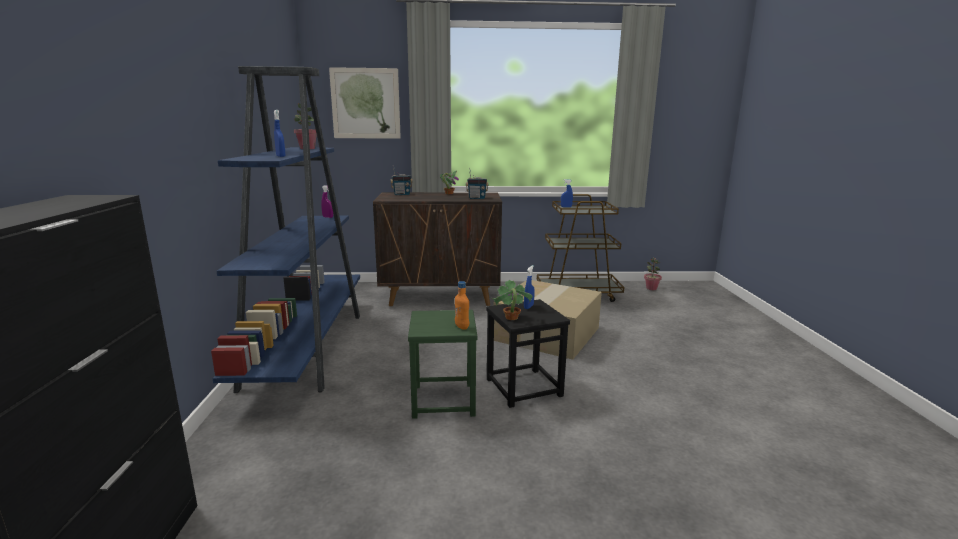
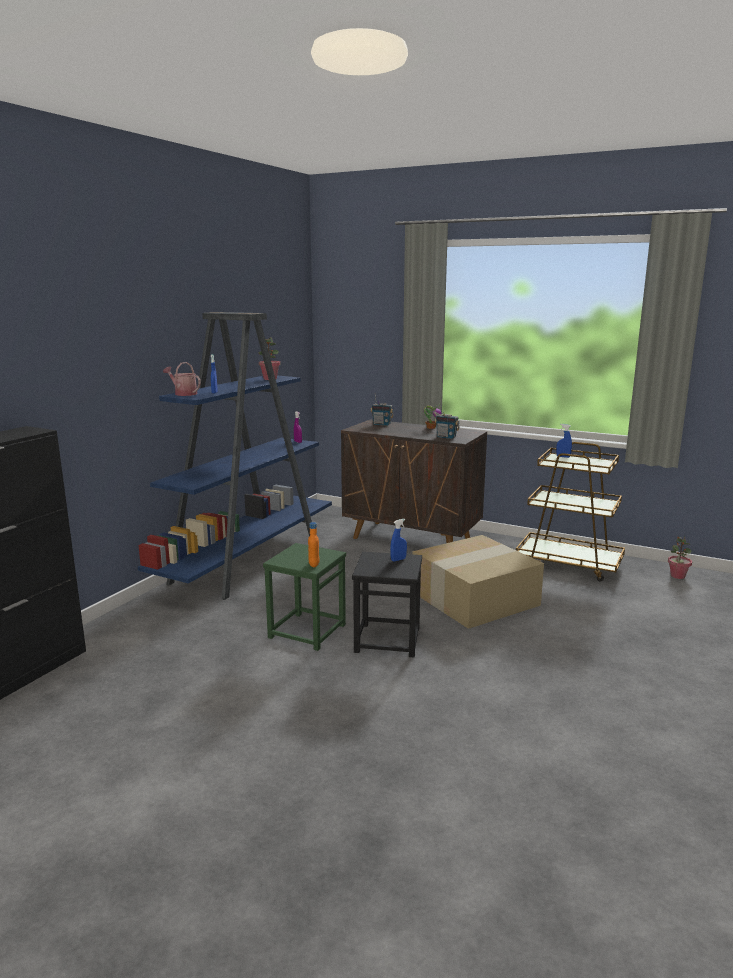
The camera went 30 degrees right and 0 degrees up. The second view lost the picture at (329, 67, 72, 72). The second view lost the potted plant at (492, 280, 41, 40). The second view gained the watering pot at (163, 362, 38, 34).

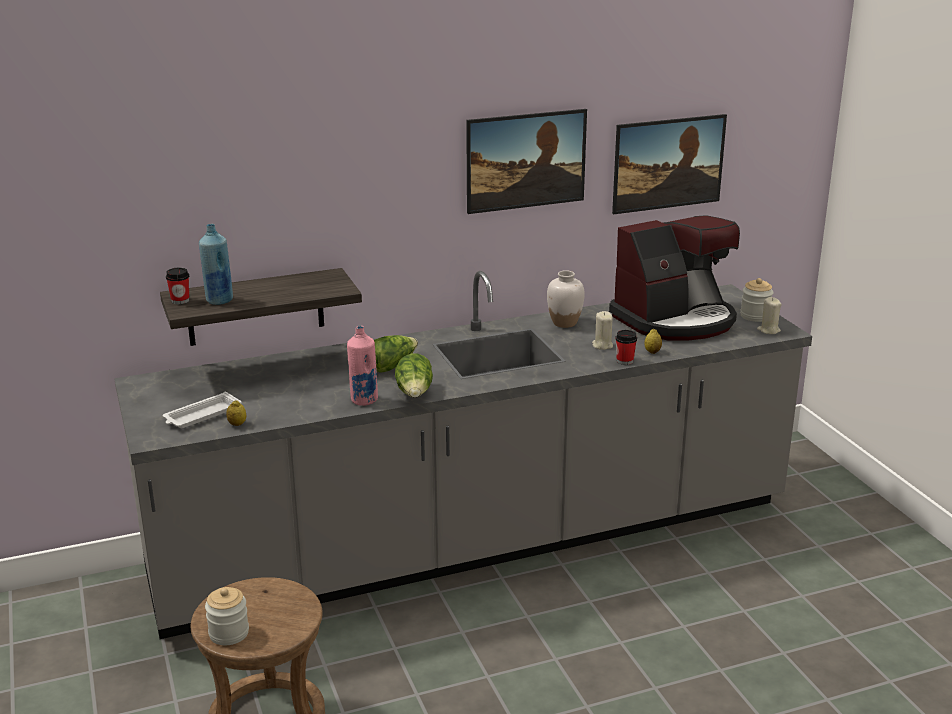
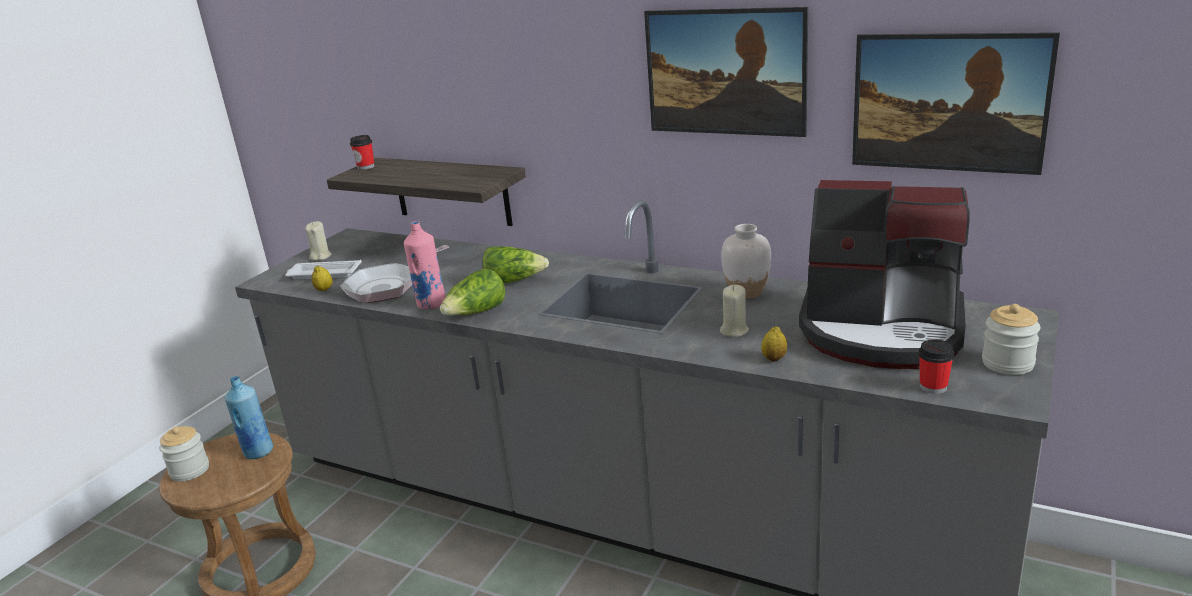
The camera went 50 degrees right and 0 degrees up. The beverage bottle (blue) ended up elsewhere, having gone from (199, 224, 34, 81) to (225, 376, 48, 83). The drinking cup ended up elsewhere, having gone from (615, 330, 22, 35) to (918, 340, 36, 54). The wax candle (sand-coloured) ended up elsewhere, having gone from (757, 297, 25, 37) to (306, 221, 26, 40). The second view gained the frying pan at (340, 245, 109, 58).

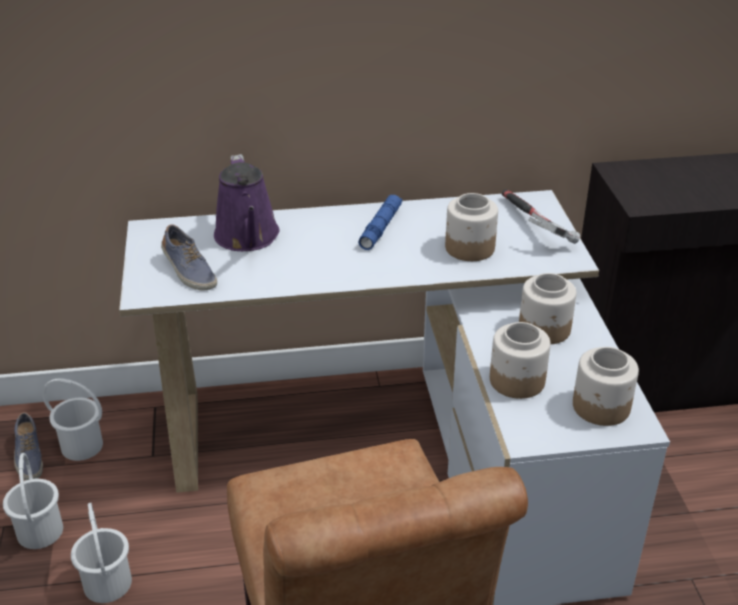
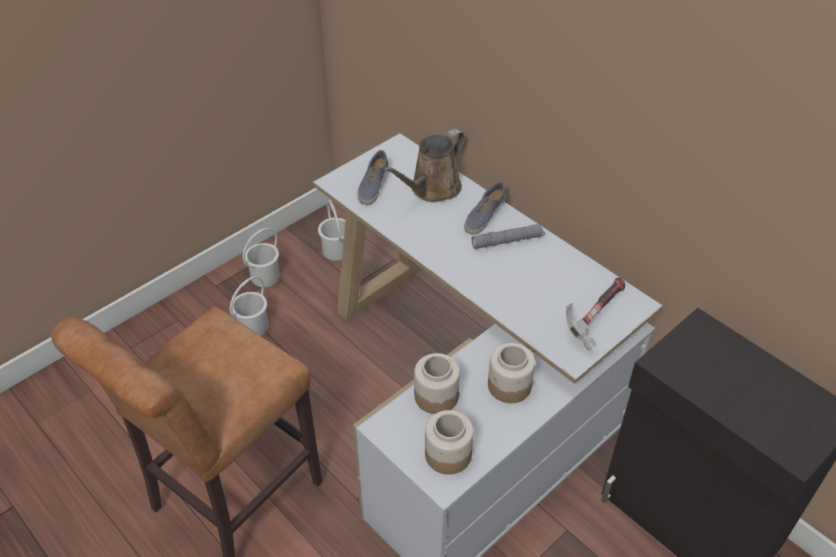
The camera went 55 degrees right and 10 degrees up. The low shoe ended up elsewhere, having gone from (14, 412, 29, 68) to (464, 182, 43, 53). What was the watering pot (purplish) at (214, 154, 66, 97) turned into the watering pot (brown-coloured) at (383, 129, 82, 73). What was the flashlight (blue) at (358, 195, 44, 55) turned into the flashlight (gray) at (471, 224, 74, 25). The second view lost the storage jar at (445, 193, 53, 68).

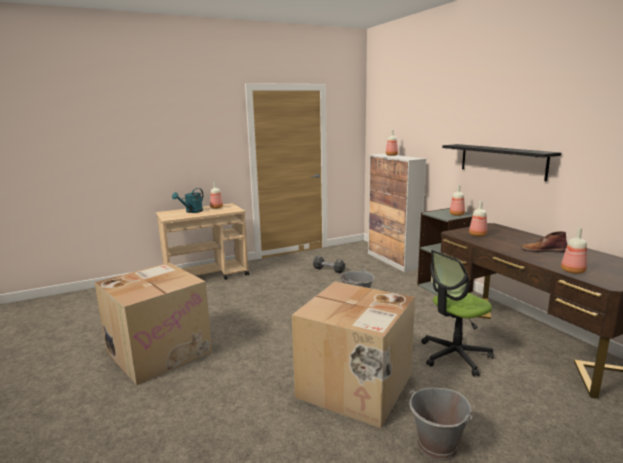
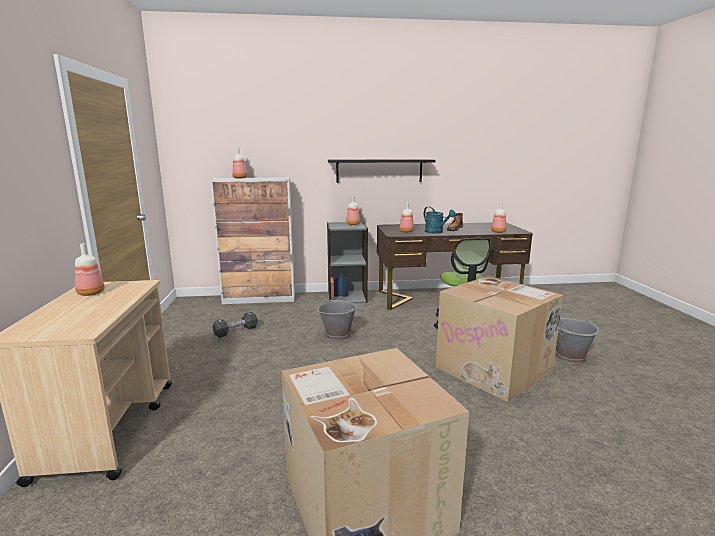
The camera went 70 degrees left and 0 degrees up. The watering pot (blue-green) ended up elsewhere, having gone from (172, 188, 31, 25) to (424, 207, 32, 27).

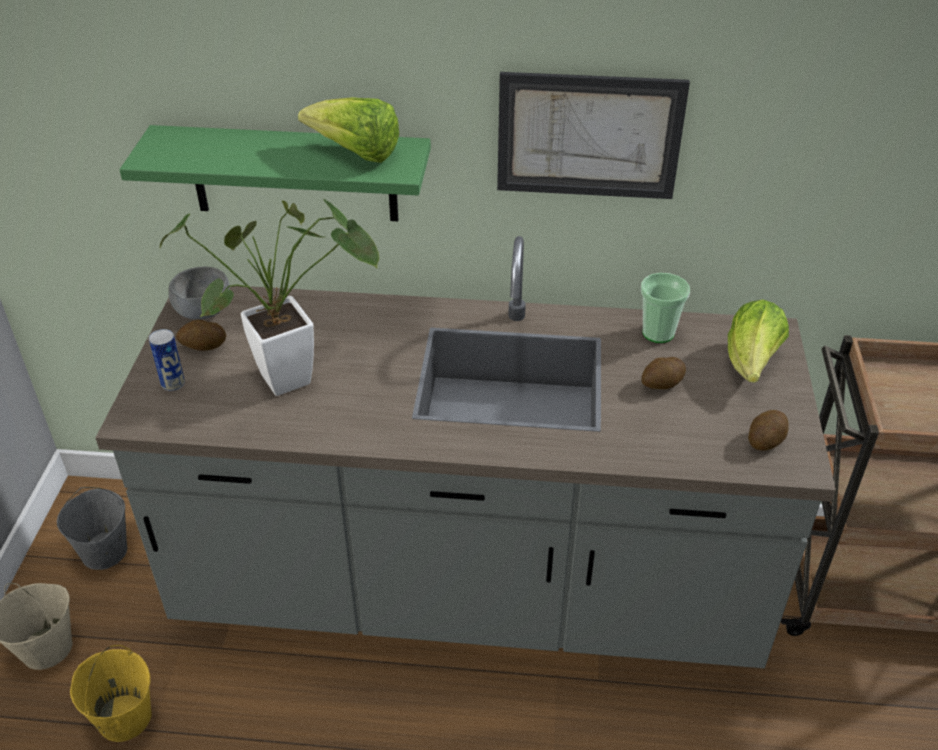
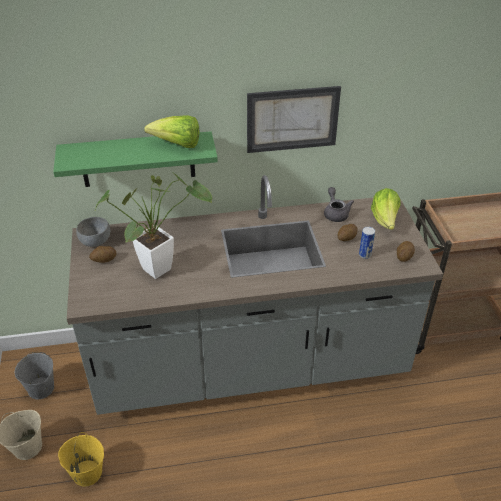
The camera went 15 degrees left and 0 degrees up. The can ended up elsewhere, having gone from (149, 329, 36, 62) to (359, 227, 16, 32). Where the drinking cup stood at (641, 273, 49, 70), the teapot (gray) came to stand at (324, 187, 30, 35).

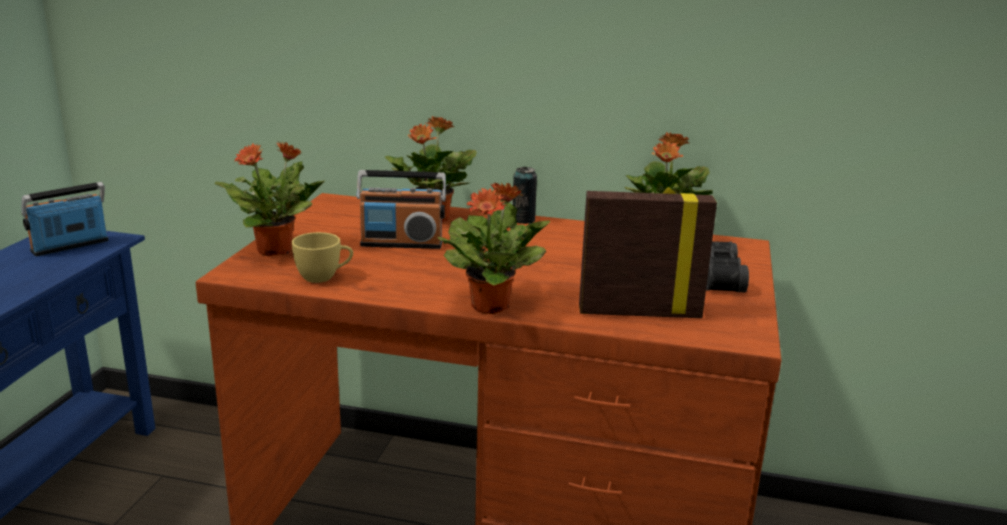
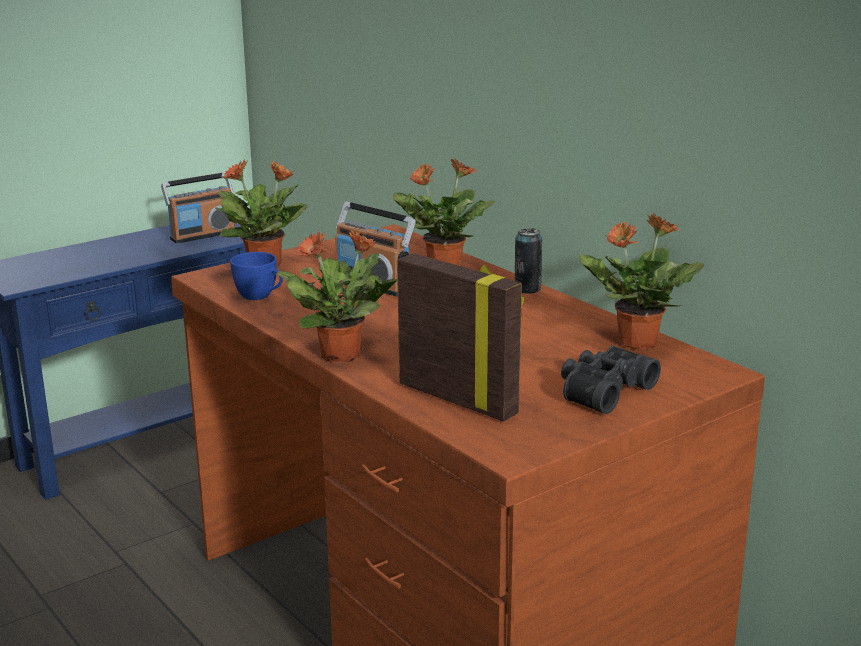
The camera went 40 degrees right and 0 degrees up. The radio receiver at (21, 182, 88, 74) ended up facing another way, 150 degrees clockwise from before. What was the drinking cup (yellow) at (292, 232, 61, 51) turned into the drinking cup (blue) at (230, 252, 53, 48).

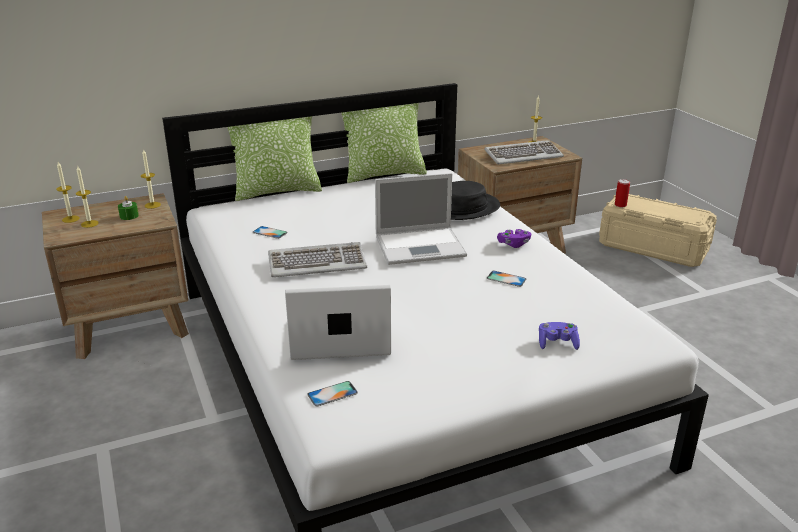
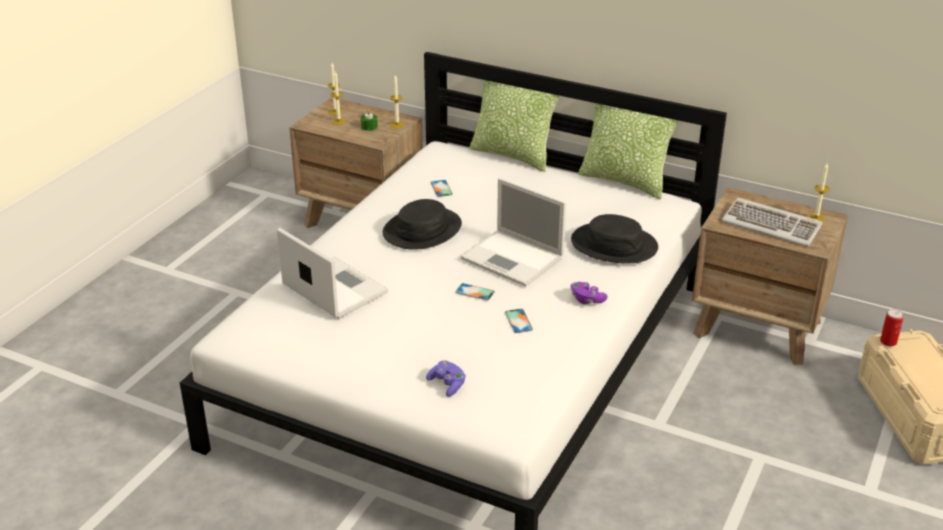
The camera went 50 degrees right and 5 degrees up. Where the PC keyboard stood at (268, 242, 99, 35), the wearable hat (black-coloured) came to stand at (383, 199, 79, 51). The telephone ended up elsewhere, having gone from (307, 381, 51, 25) to (456, 283, 39, 18).

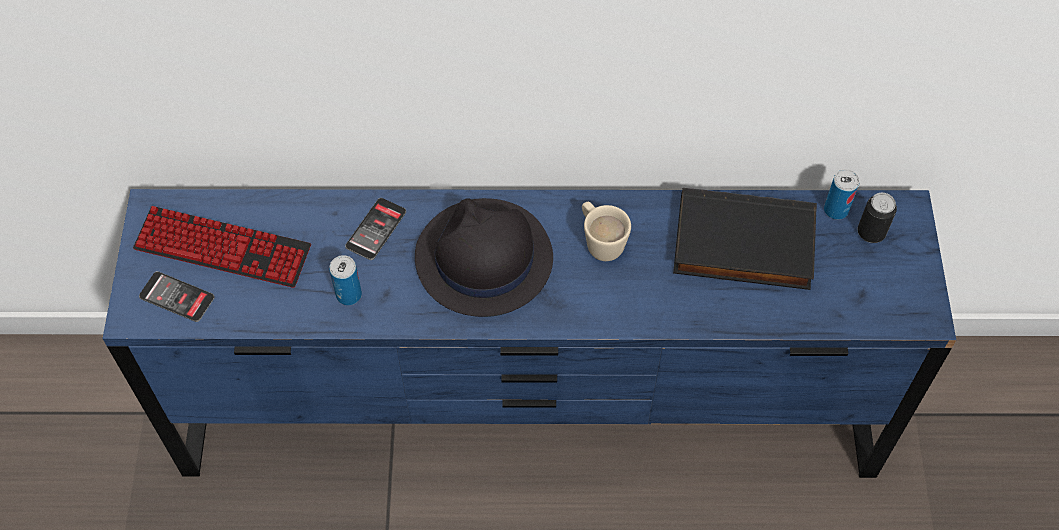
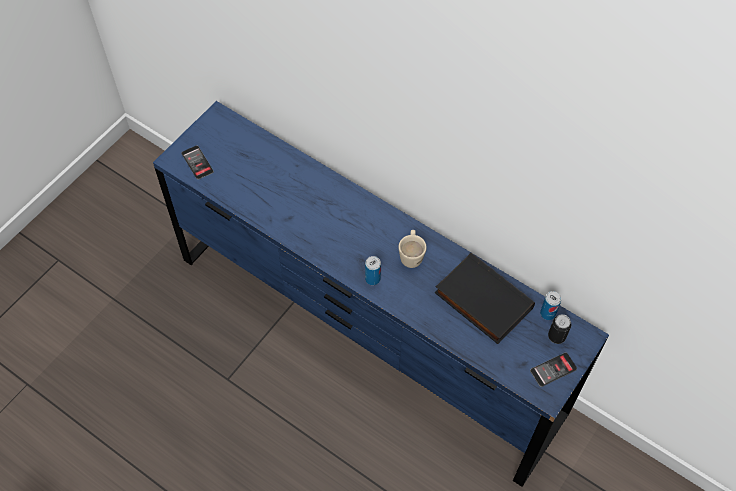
The camera went 35 degrees right and 0 degrees up. The second view lost the PC keyboard at (133, 206, 178, 82). The can ended up elsewhere, having gone from (329, 255, 33, 50) to (365, 256, 16, 29). The telephone ended up elsewhere, having gone from (345, 198, 61, 62) to (530, 352, 47, 35). The second view lost the wearable hat (black-coloured) at (415, 198, 138, 119).

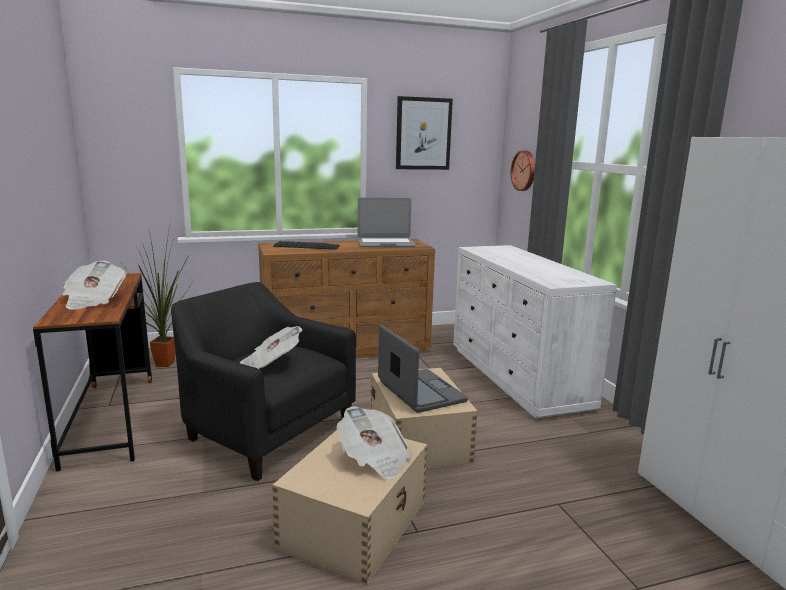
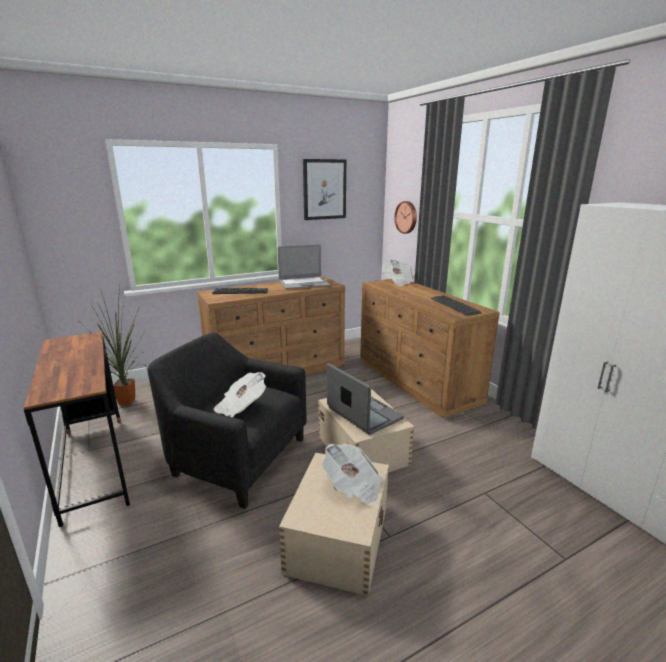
The camera went 10 degrees left and 5 degrees up. The newspaper ended up elsewhere, having gone from (62, 261, 64, 49) to (383, 260, 31, 26). What was the chest of drawers (white-coloured) at (453, 245, 164, 174) turned into the chest of drawers (brown-coloured) at (360, 279, 139, 139). The second view gained the PC keyboard at (431, 295, 50, 20).

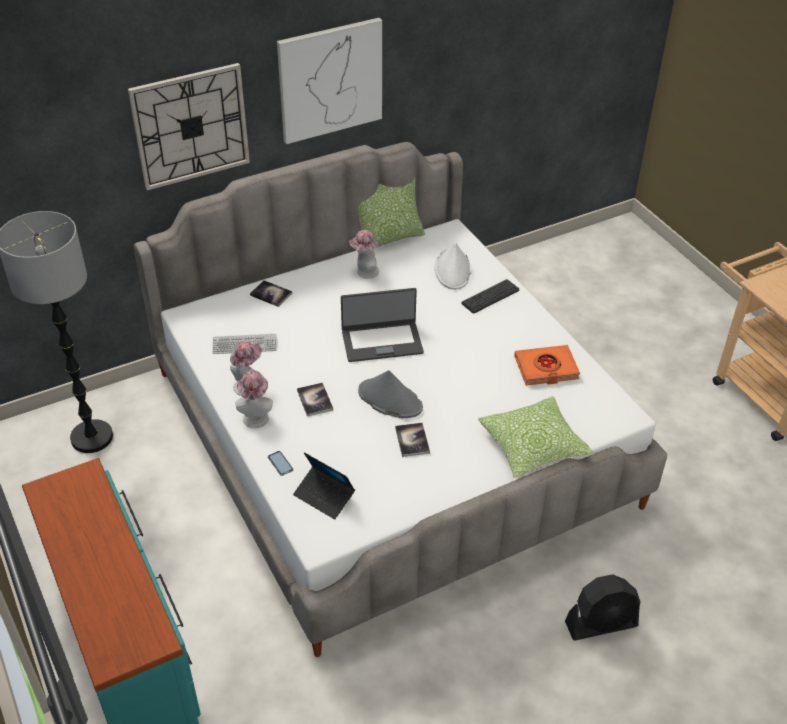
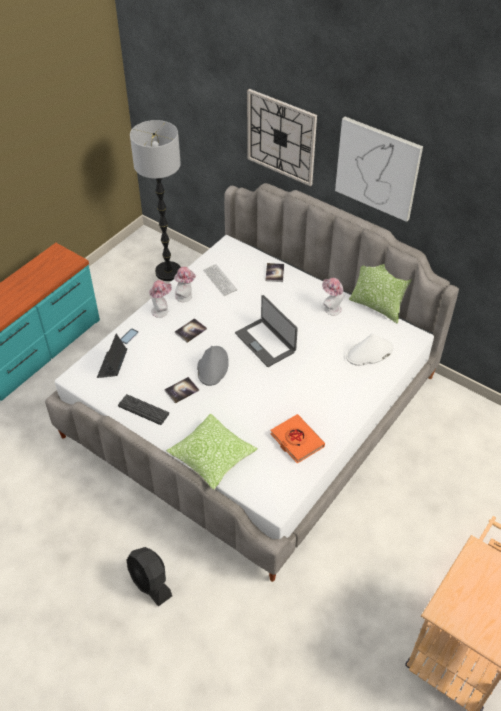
The camera went 65 degrees right and 5 degrees up. The PC keyboard ended up elsewhere, having gone from (461, 279, 58, 35) to (118, 394, 51, 31).

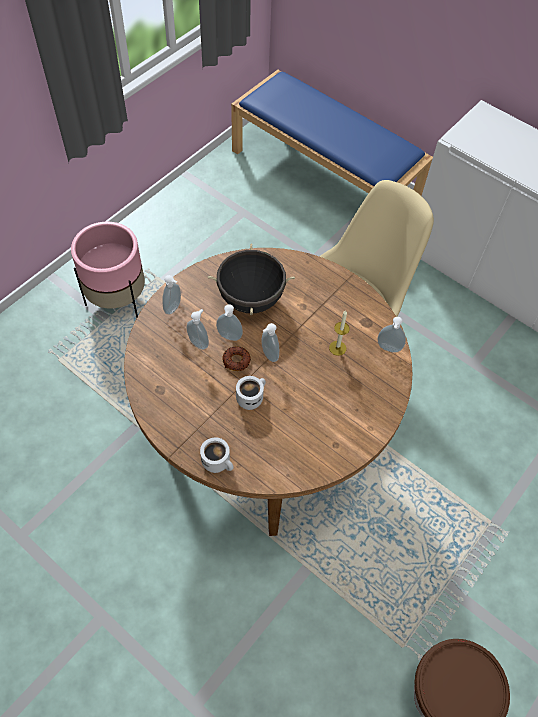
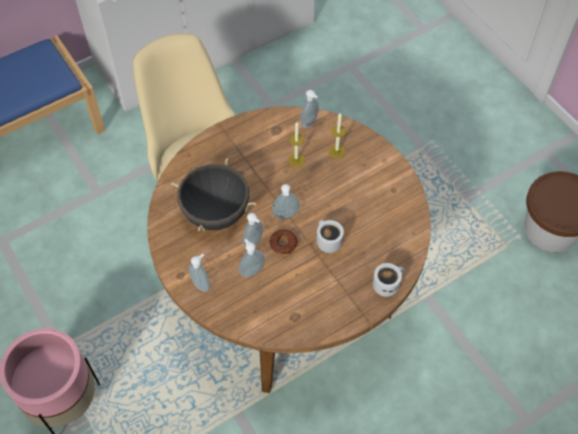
The camera went 70 degrees left and 0 degrees up. The second view gained the wax candle at (329, 113, 17, 45).

